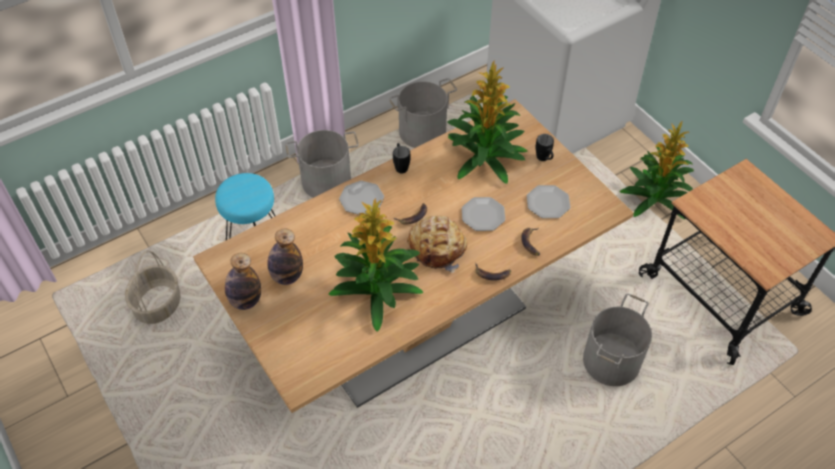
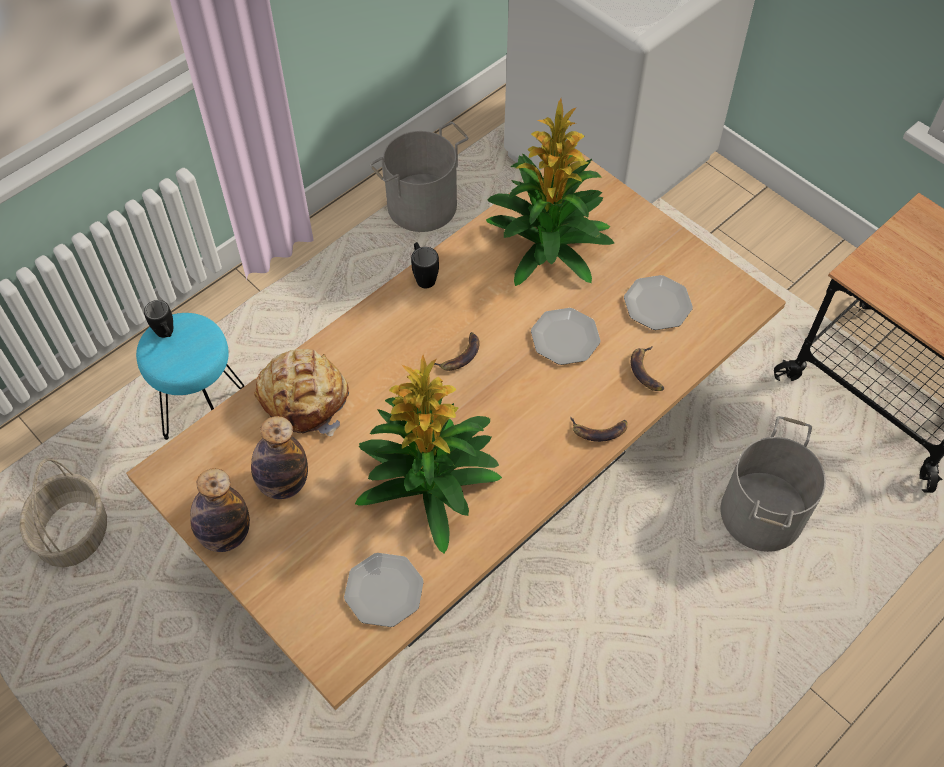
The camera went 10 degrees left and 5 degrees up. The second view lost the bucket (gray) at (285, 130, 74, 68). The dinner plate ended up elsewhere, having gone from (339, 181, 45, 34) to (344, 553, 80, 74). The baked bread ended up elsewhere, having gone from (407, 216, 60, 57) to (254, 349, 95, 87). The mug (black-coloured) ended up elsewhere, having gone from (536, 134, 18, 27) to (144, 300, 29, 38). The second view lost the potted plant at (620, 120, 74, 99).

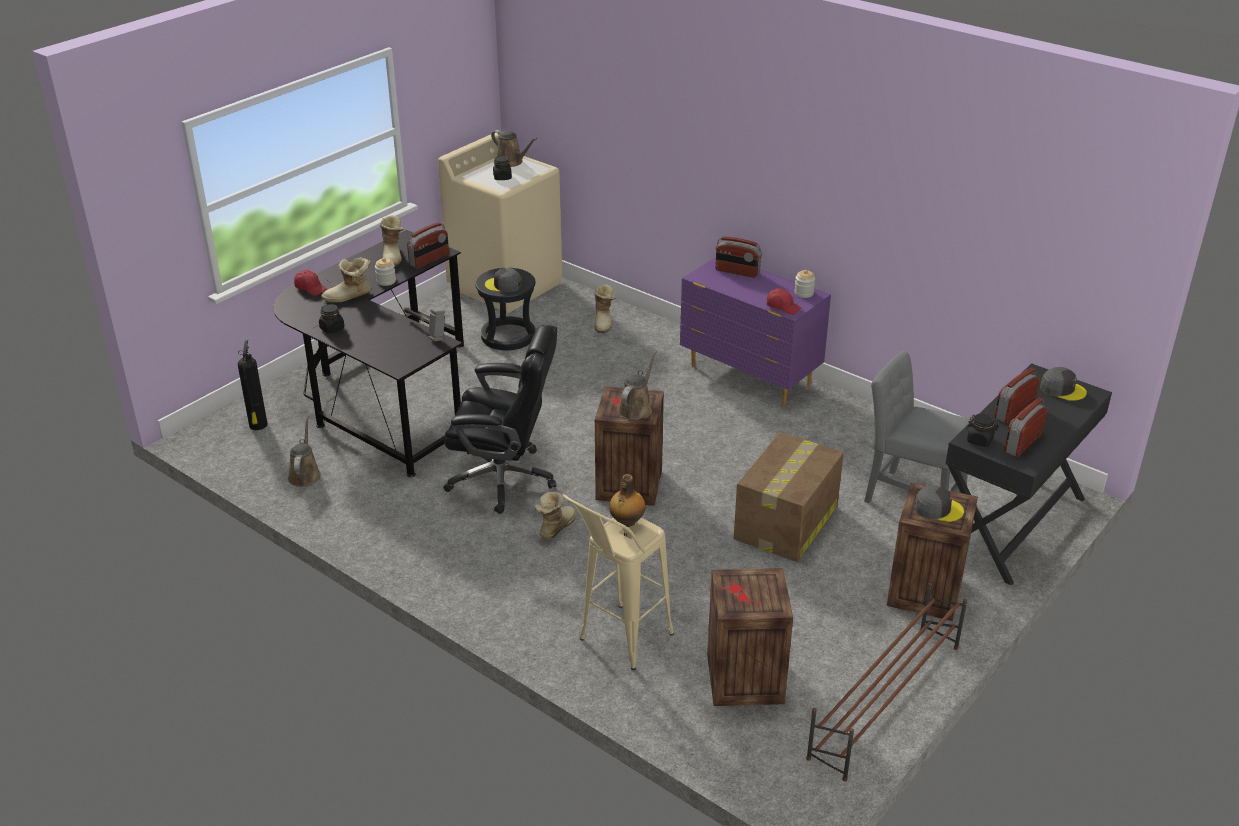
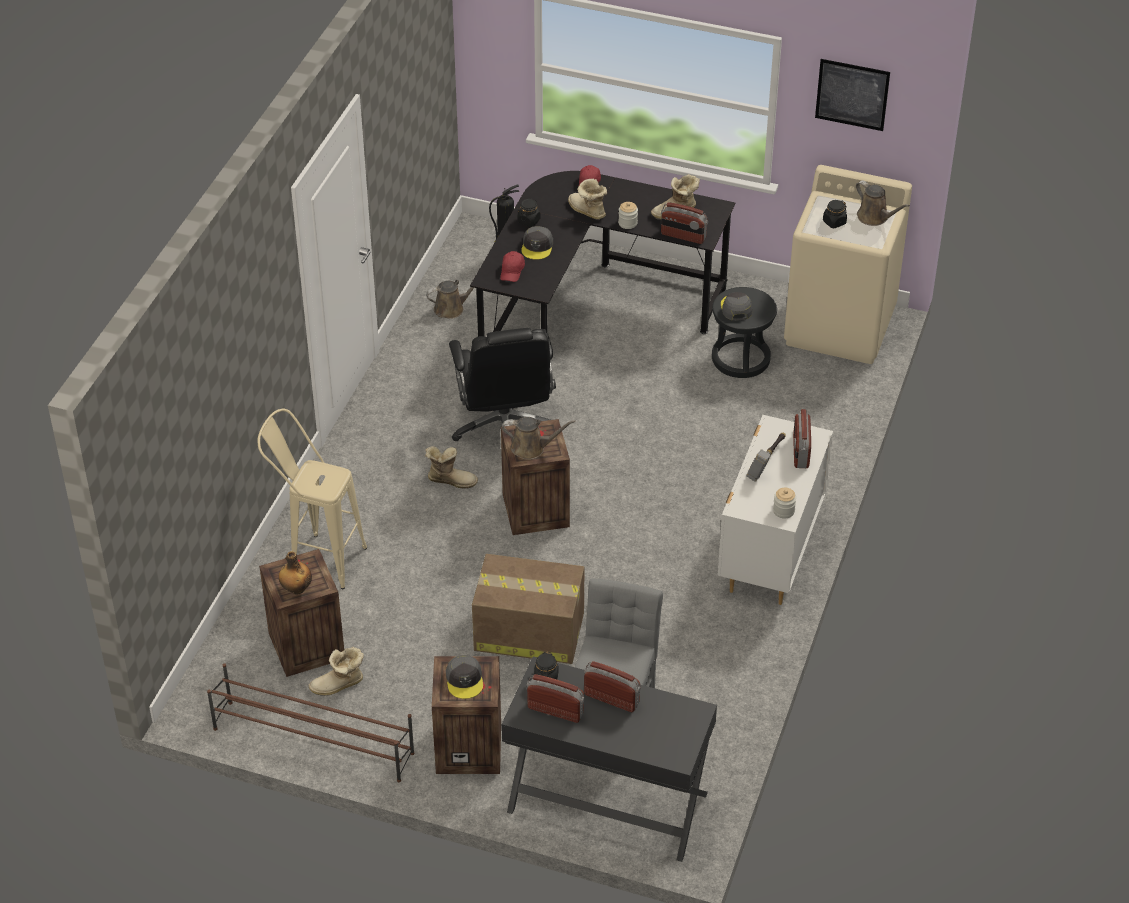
The camera went 70 degrees right and 10 degrees up. The hammer ended up elsewhere, having gone from (403, 307, 42, 34) to (746, 433, 40, 49). The watering pot (brown-coloured) at (491, 130, 46, 37) ended up facing another way, 60 degrees counterclockwise from before. The tall boot ended up elsewhere, having gone from (594, 284, 22, 49) to (309, 647, 55, 49). The beverage bottle ended up elsewhere, having gone from (609, 474, 37, 53) to (279, 551, 33, 44). What was the chest of drawers (purplish) at (680, 257, 151, 149) turned into the chest of drawers (white-coloured) at (717, 415, 116, 190). The peaked cap (red) ended up elsewhere, having gone from (767, 288, 35, 27) to (500, 251, 25, 31). The peaked cap (gray) ended up elsewhere, having gone from (1040, 367, 47, 34) to (521, 226, 32, 34). The second view gained the picture at (815, 59, 75, 72).

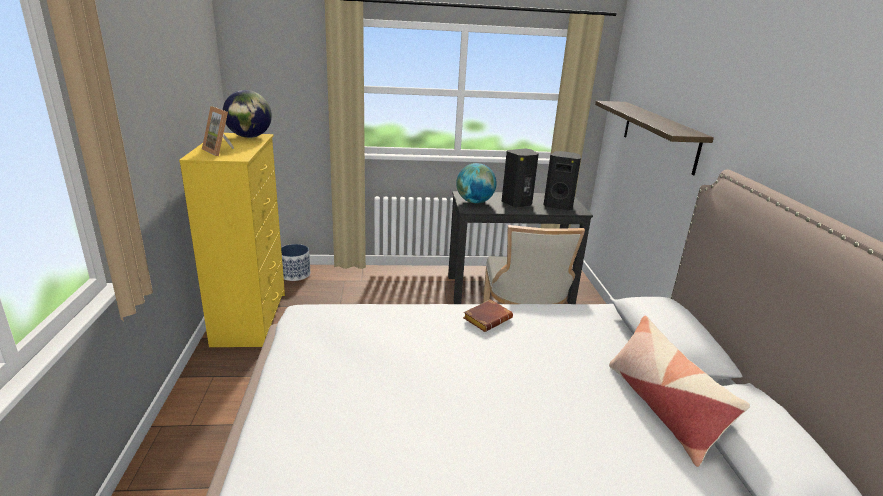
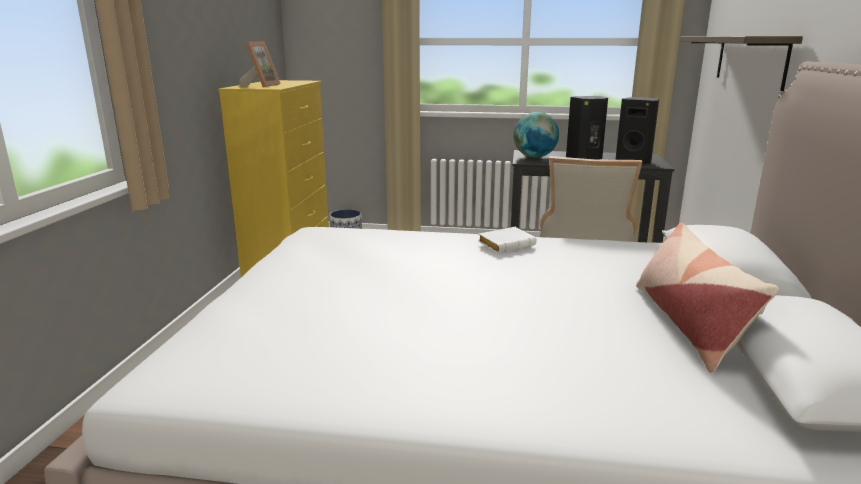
The camera went 15 degrees right and 5 degrees down. The picture frame at (202, 106, 32, 50) ended up facing another way, 135 degrees counterclockwise from before. The second view lost the world globe at (223, 90, 49, 48). What was the bound book (brown-coloured) at (463, 299, 50, 33) turned into the bound book (white-coloured) at (478, 227, 59, 26).

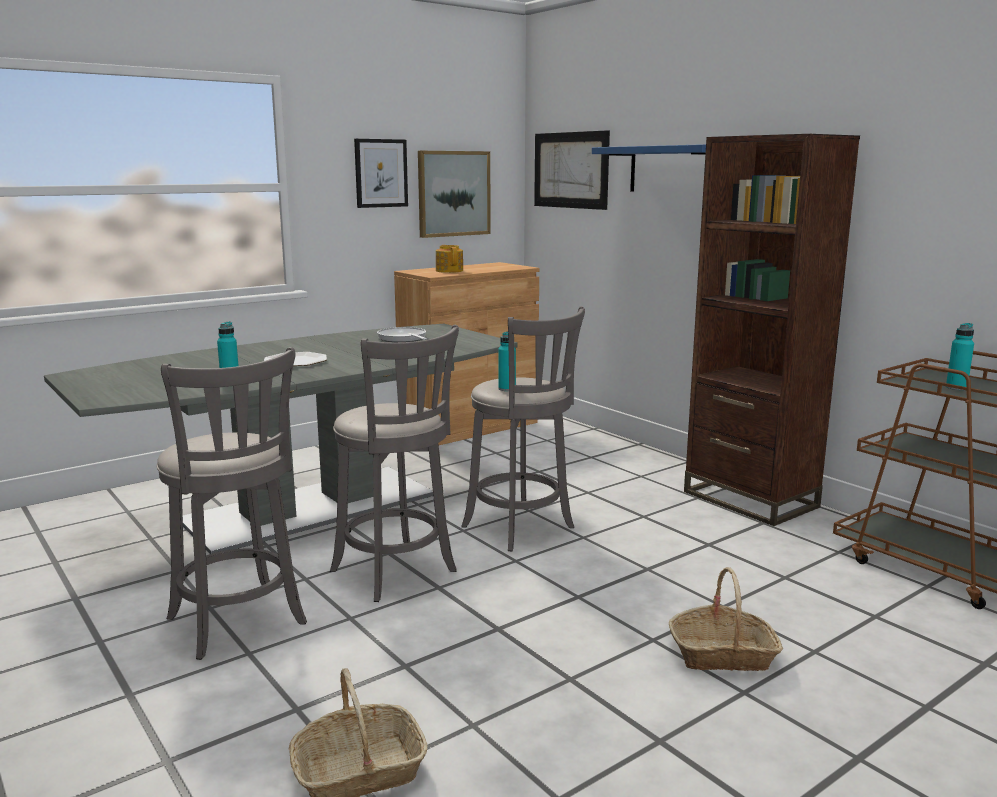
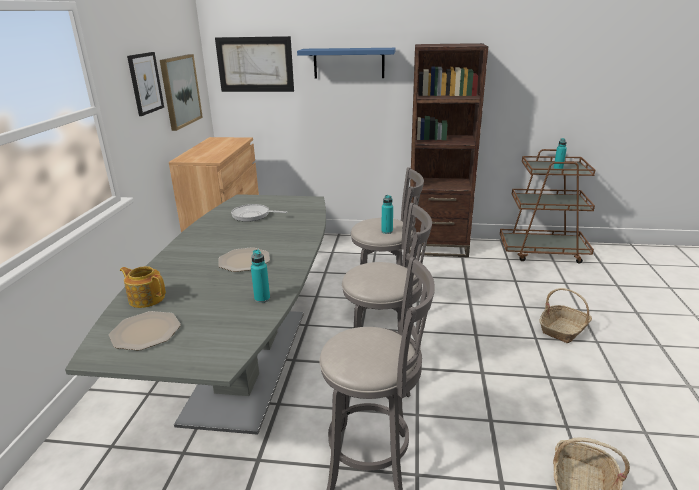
The camera went 45 degrees left and 10 degrees up. The teapot ended up elsewhere, having gone from (436, 245, 27, 28) to (120, 266, 46, 42). The second view gained the dinner plate at (109, 311, 72, 40).

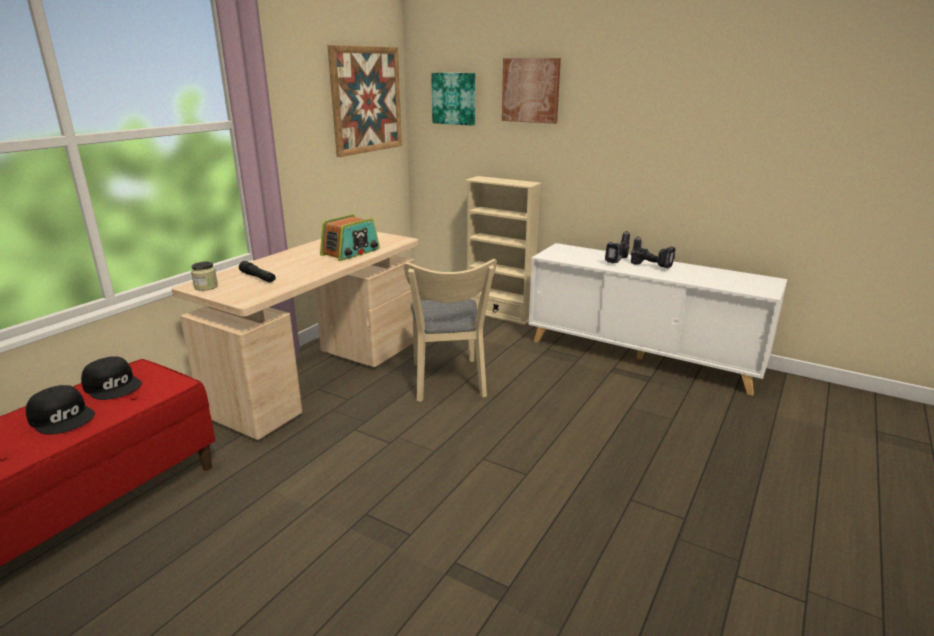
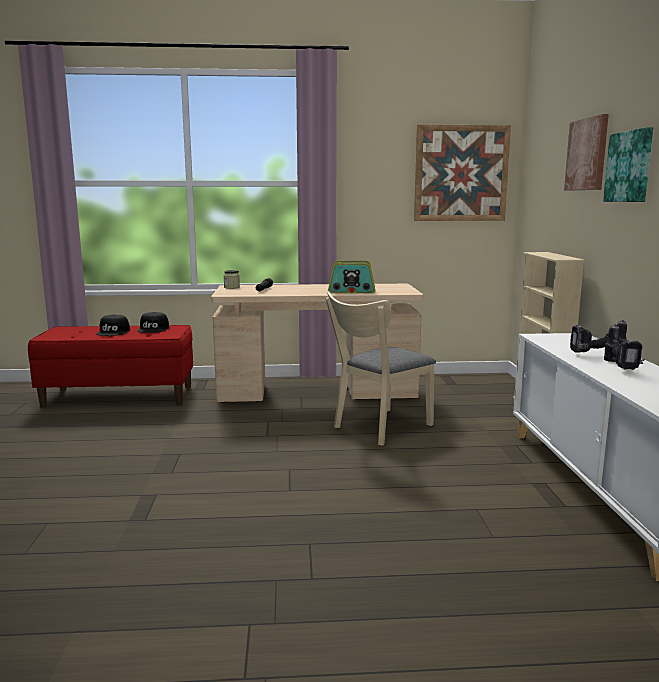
The camera went 55 degrees right and 10 degrees down. The picture ended up elsewhere, having gone from (431, 73, 44, 53) to (603, 127, 50, 75).

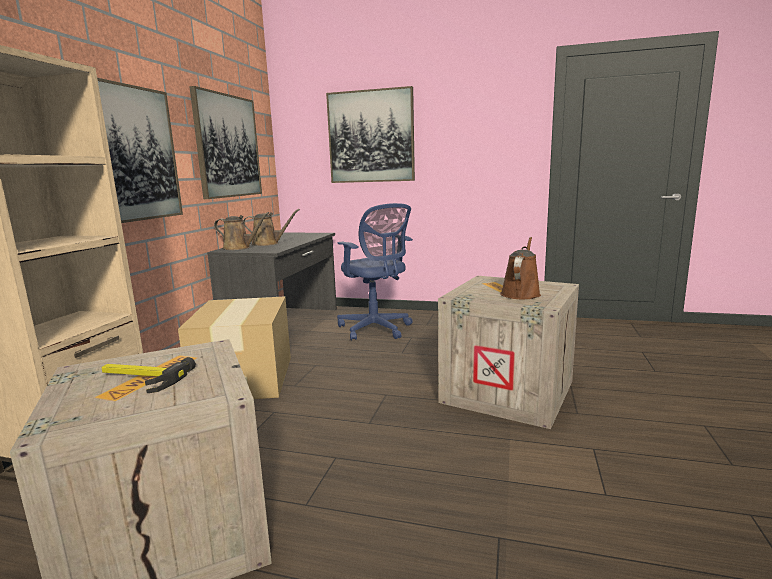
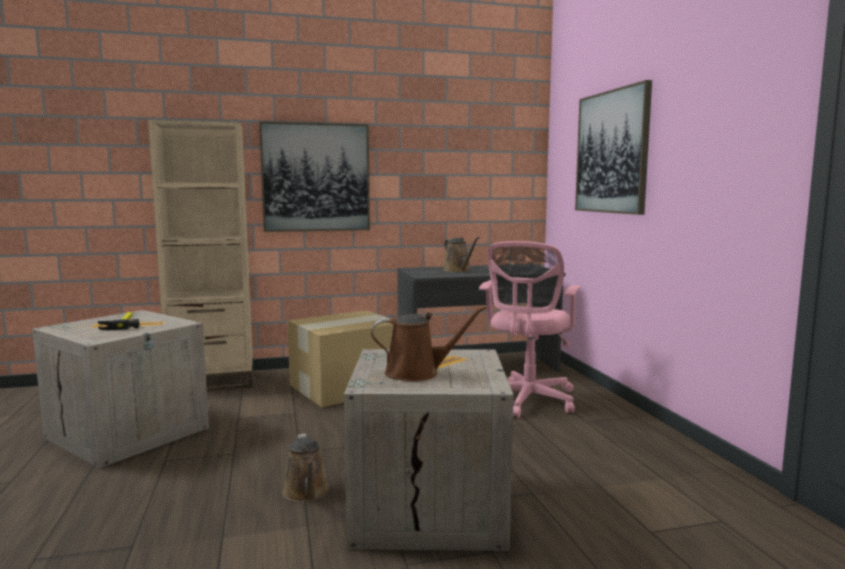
The camera went 60 degrees right and 5 degrees down. The second view lost the picture at (189, 86, 73, 113). The watering pot (brown-coloured) ended up elsewhere, having gone from (214, 212, 55, 38) to (282, 433, 48, 69). What was the desk chair (blue) at (337, 203, 76, 137) turned into the desk chair (pinkish) at (479, 241, 102, 177).

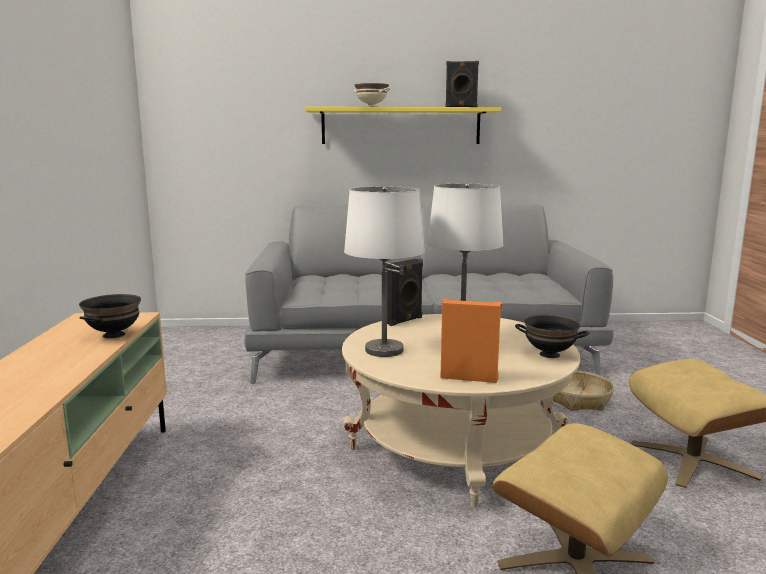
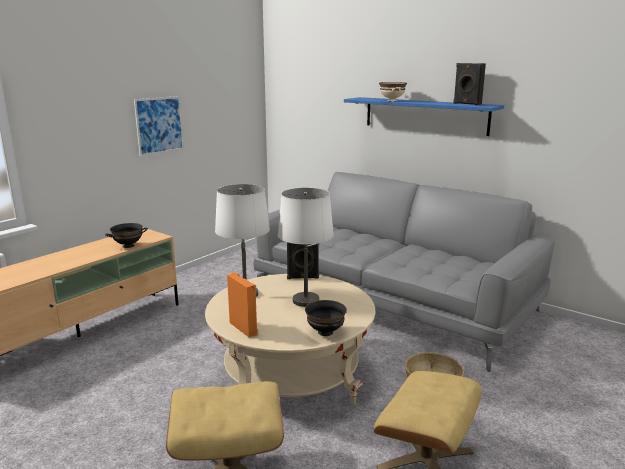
The camera went 40 degrees right and 5 degrees up. What was the wall shelf (yellow) at (305, 107, 196, 37) turned into the wall shelf (blue) at (344, 97, 160, 39). The second view gained the picture at (134, 96, 50, 60).

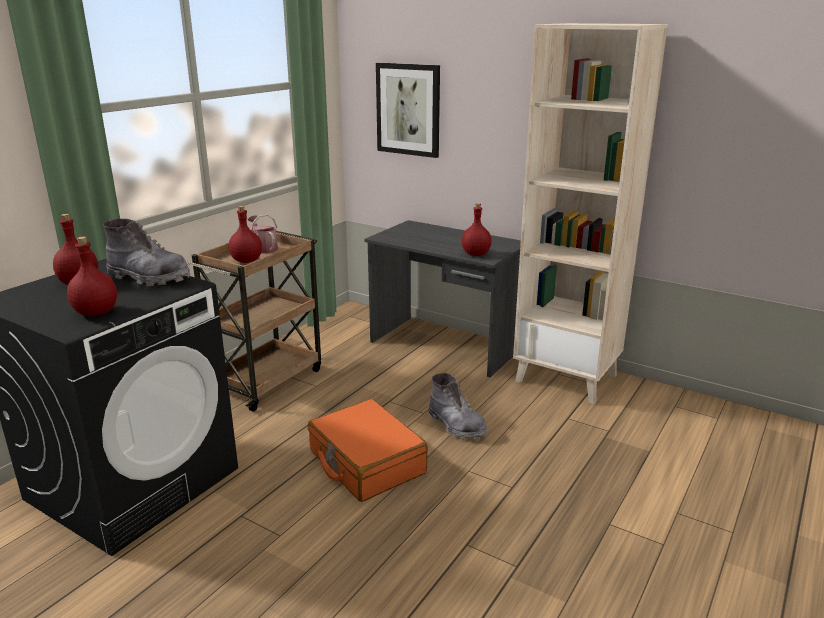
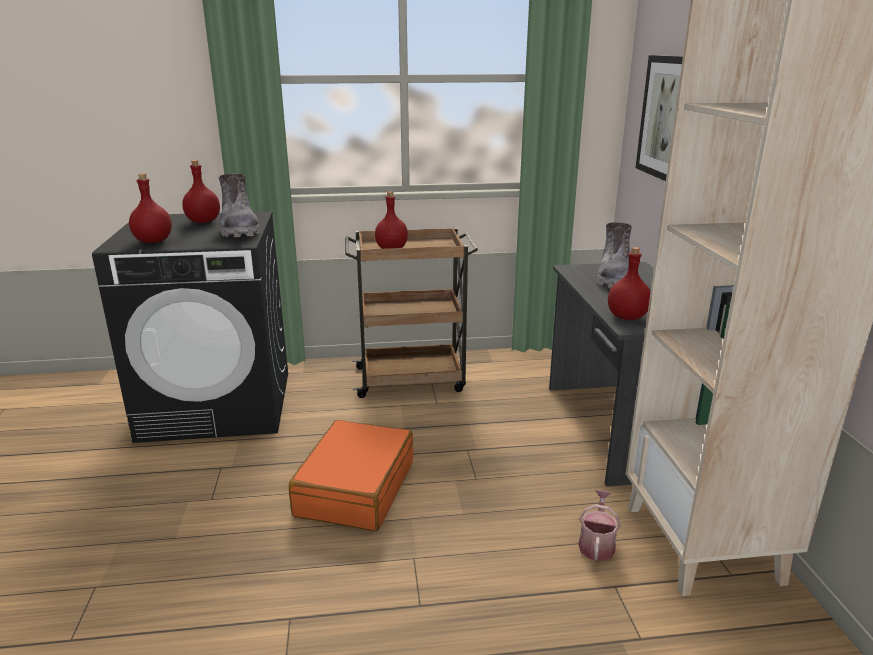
The camera went 50 degrees right and 0 degrees up. The watering pot ended up elsewhere, having gone from (248, 214, 30, 40) to (578, 490, 43, 71). The tall boot (gray) ended up elsewhere, having gone from (429, 373, 58, 68) to (597, 222, 35, 66).

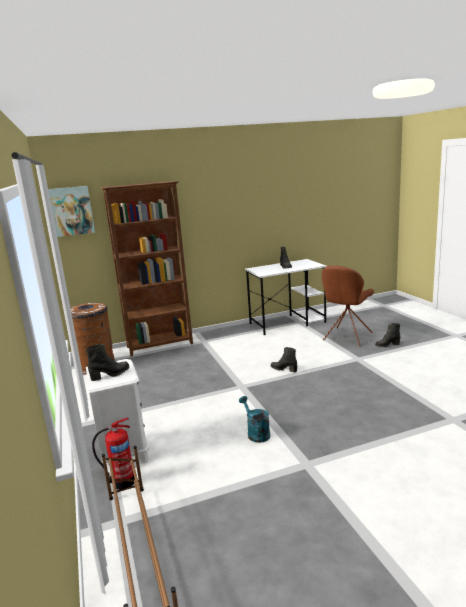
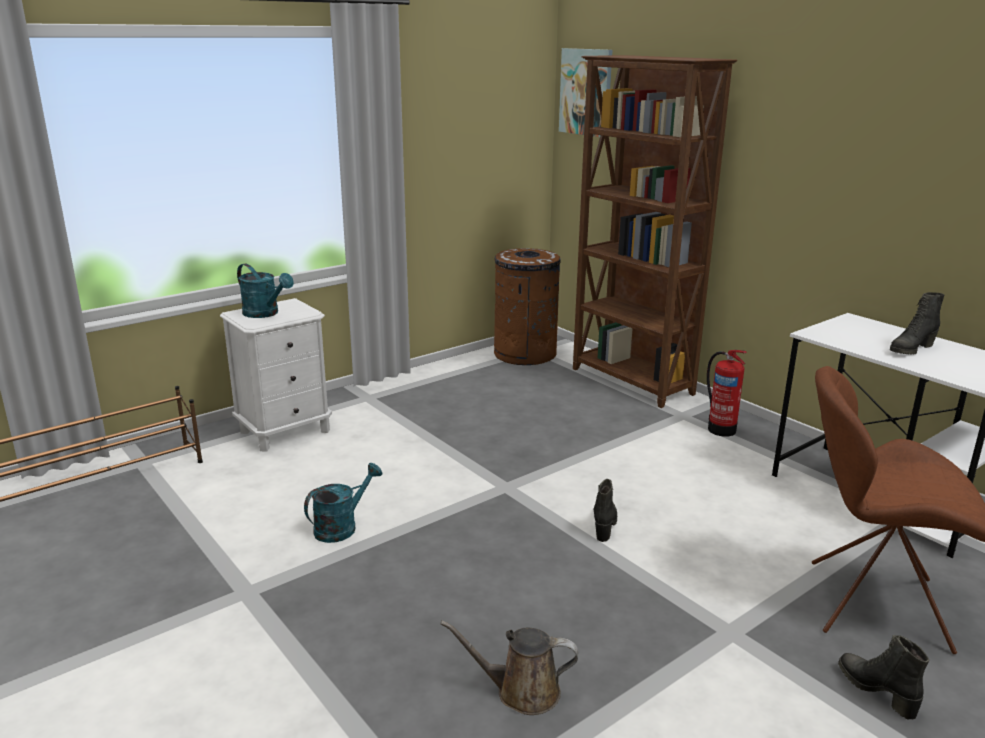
The camera went 70 degrees right and 5 degrees up. Where the tall boot (black-coloured) stood at (86, 344, 43, 37), the watering pot (blue-green) came to stand at (237, 264, 57, 54). The extinguisher ended up elsewhere, having gone from (92, 418, 43, 72) to (707, 350, 40, 87). The second view gained the watering pot (brown-coloured) at (441, 621, 137, 94).

